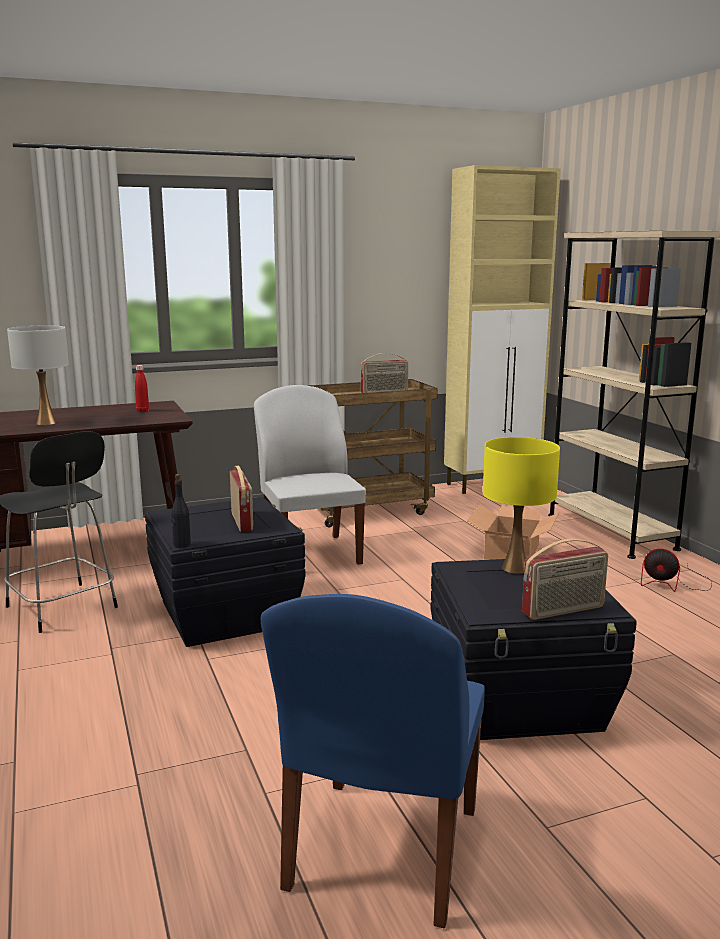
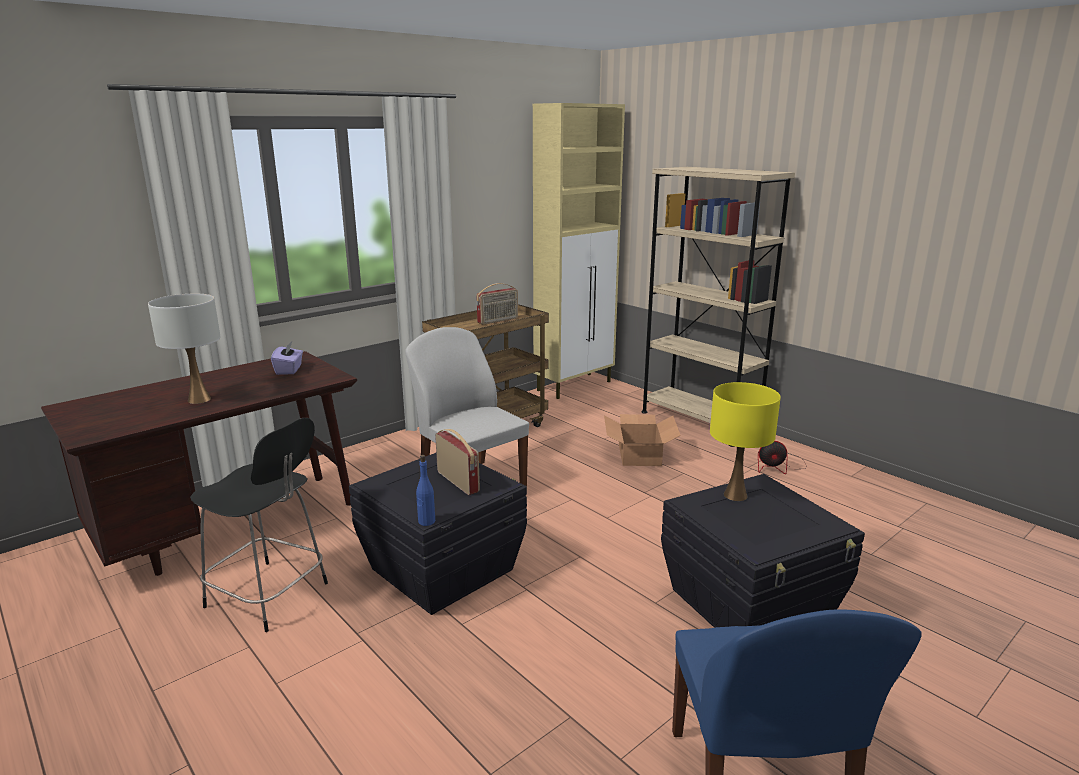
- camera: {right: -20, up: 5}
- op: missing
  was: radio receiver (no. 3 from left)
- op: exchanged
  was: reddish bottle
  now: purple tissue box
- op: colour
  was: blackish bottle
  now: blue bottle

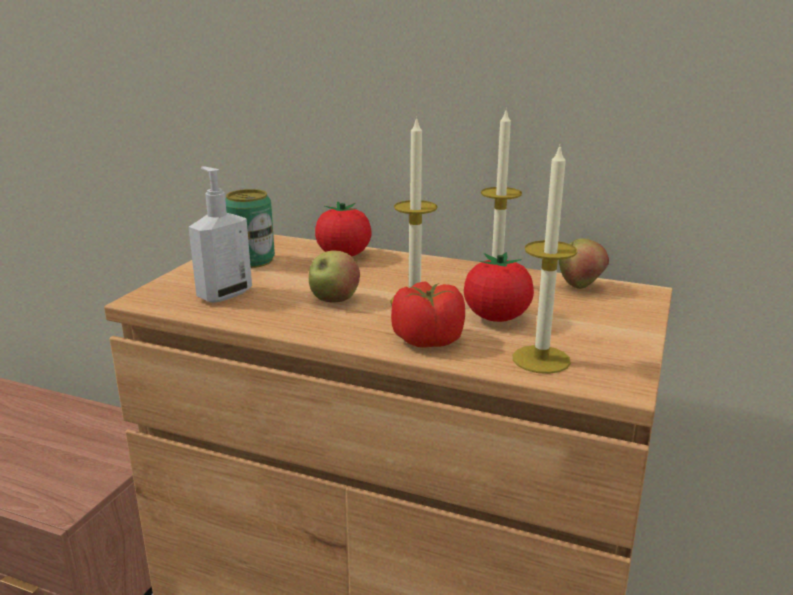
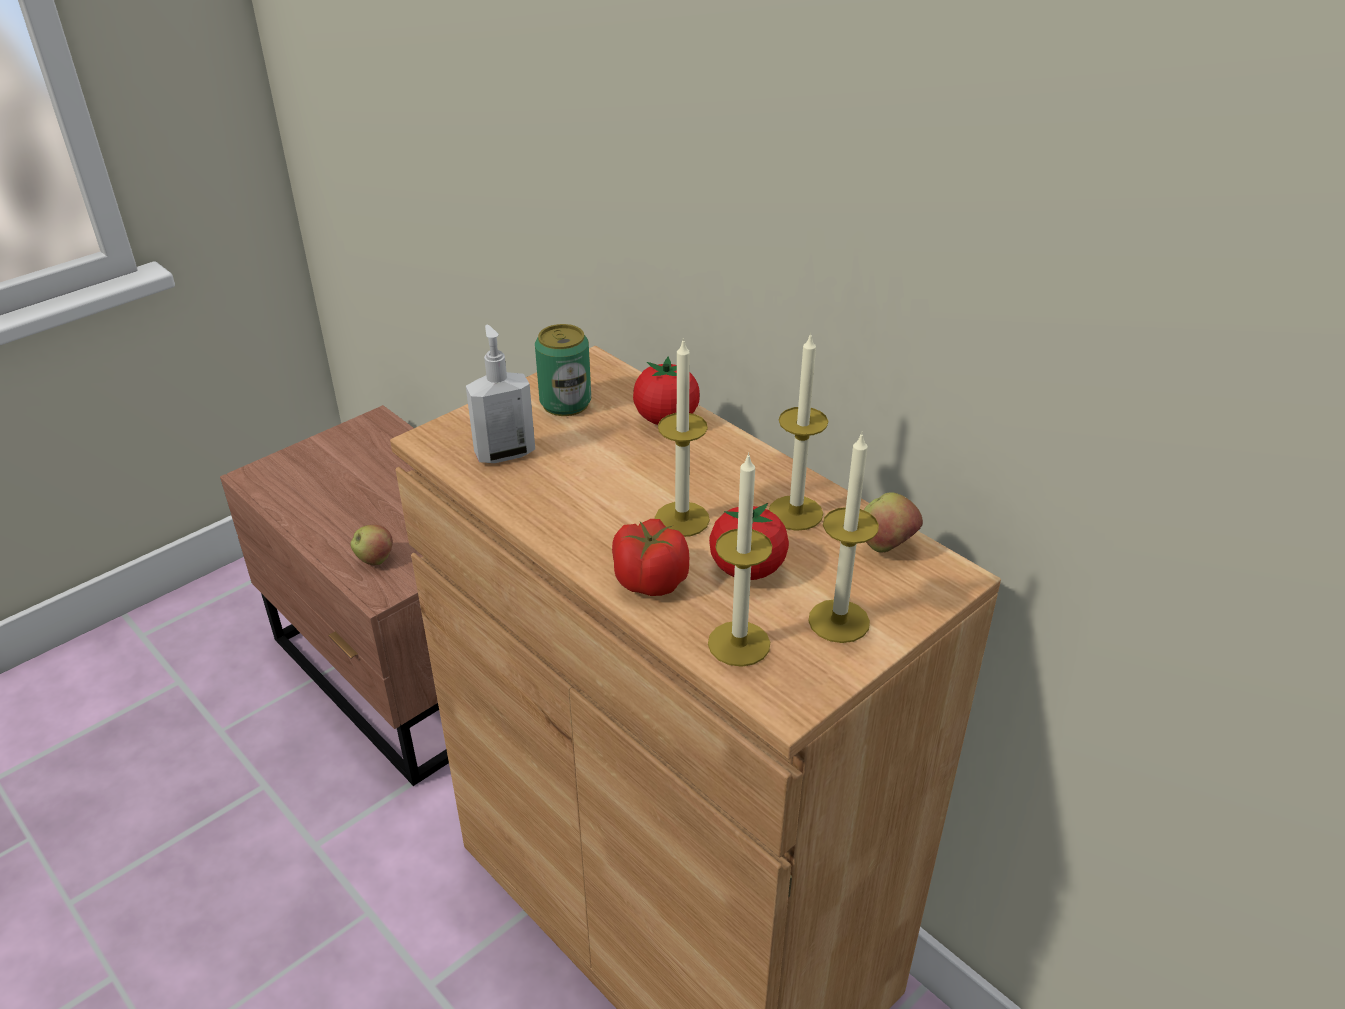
- camera: {right: 25, up: 15}
- op: appeared
  now: wax light (no. 4 from left)
- op: relocated
  was: apple (no. 1 from left)

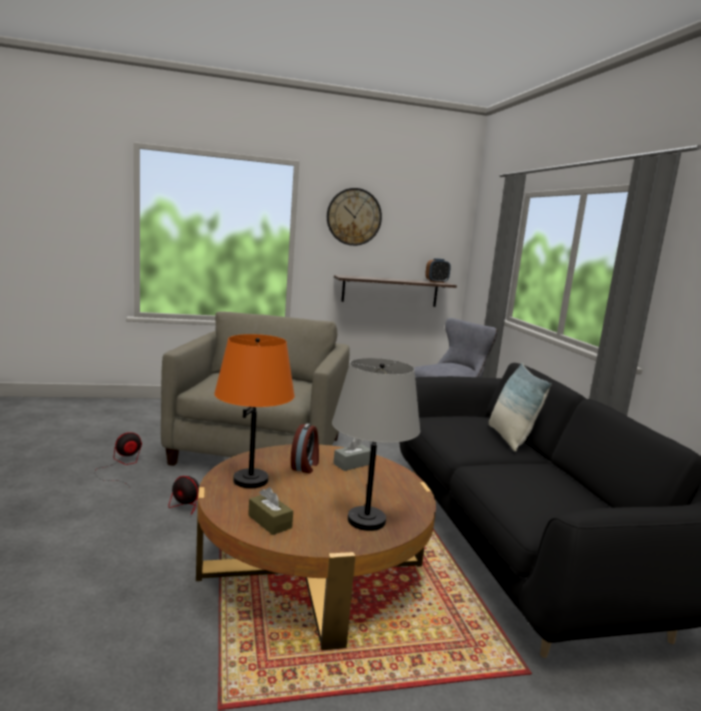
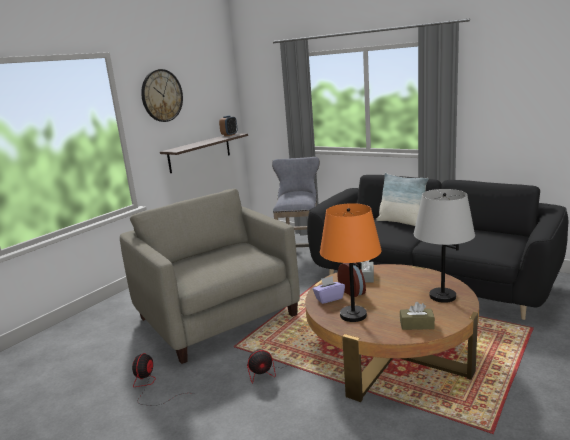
- camera: {right: -40, up: 5}
- op: appeared
  now: purple tissue box

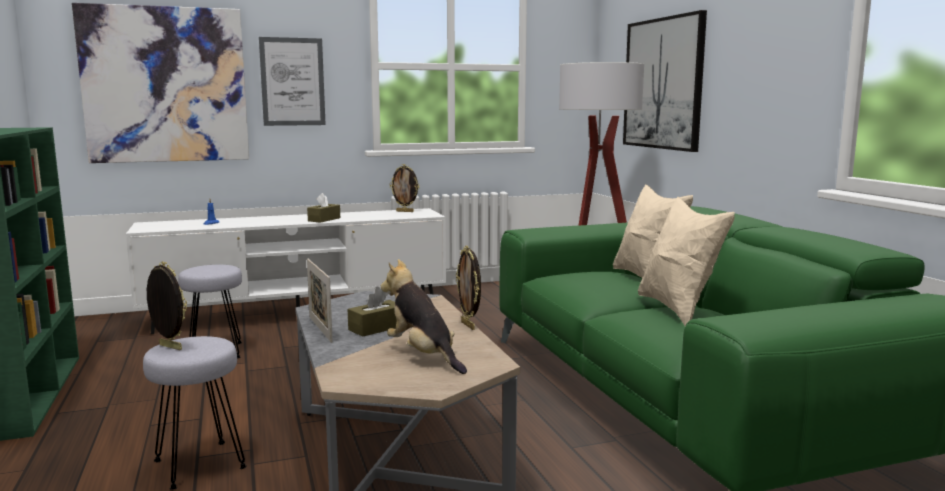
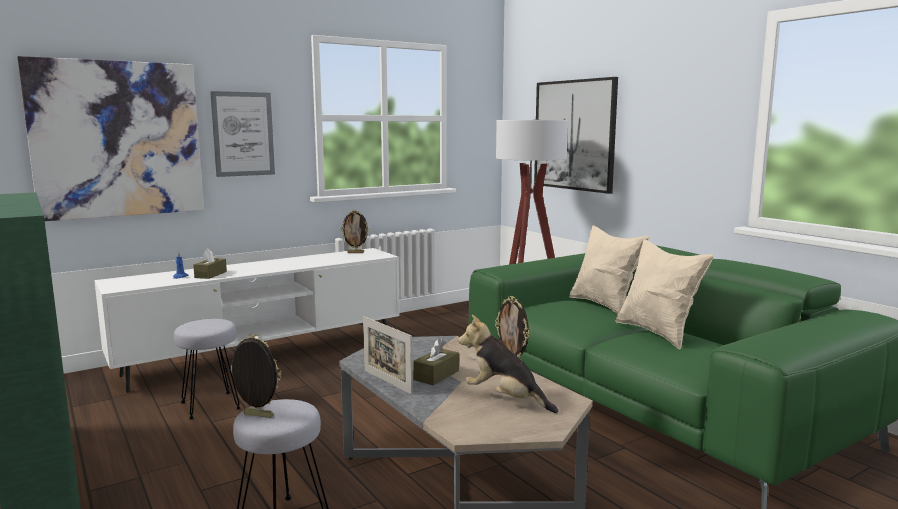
- camera: {right: -15, up: 0}
- op: relocated
  was: brown tissue box (no. 1 from left)

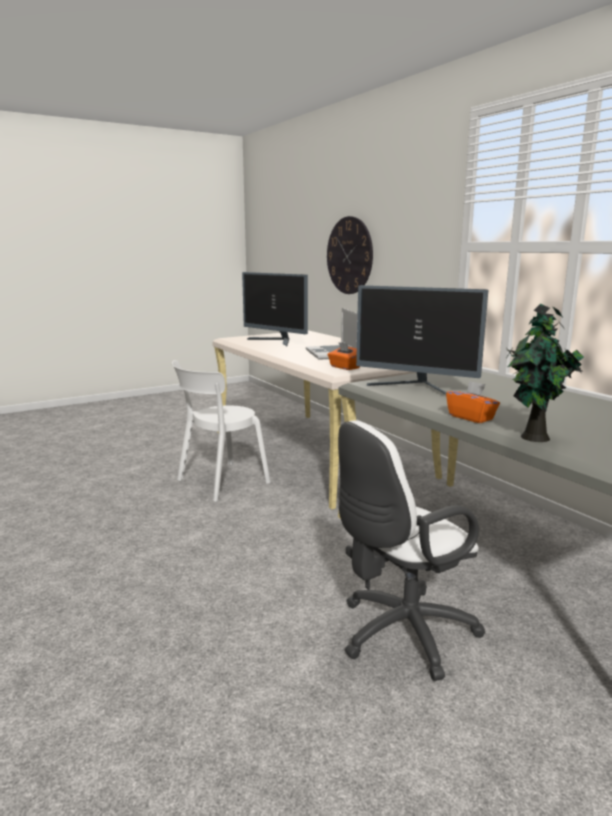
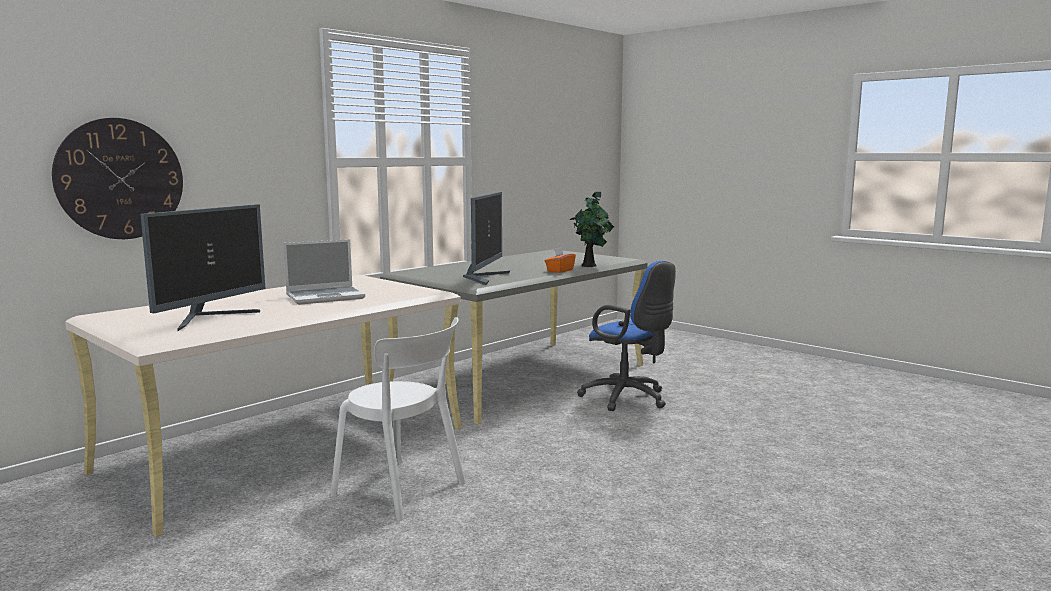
- camera: {right: -105, up: -5}
- op: missing
  was: orange tissue box (no. 1 from left)
- op: colour
  was: whitish computer chair
  now: blue computer chair

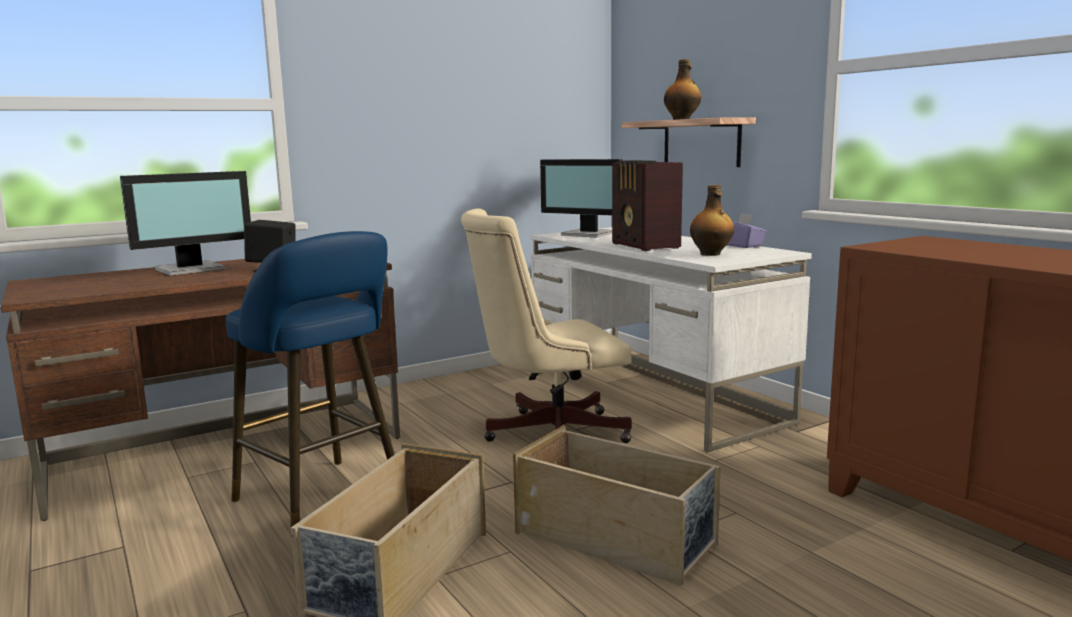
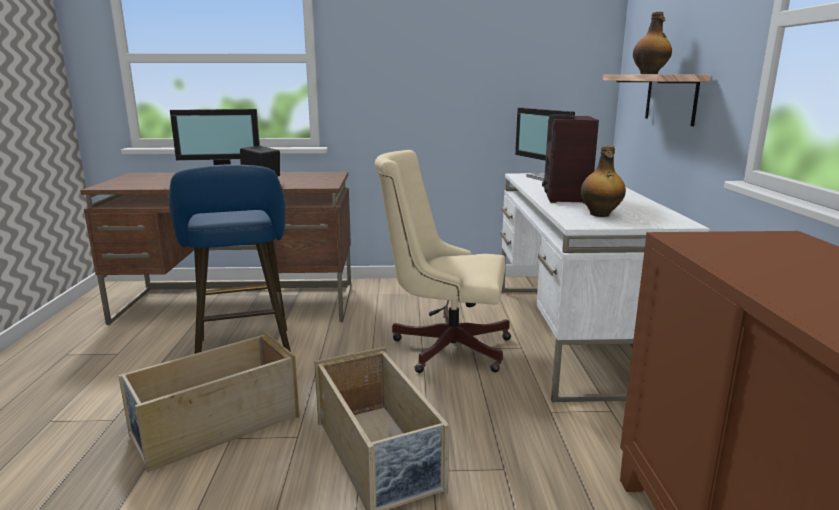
- camera: {right: 30, up: 5}
- op: missing
  was: purple tissue box

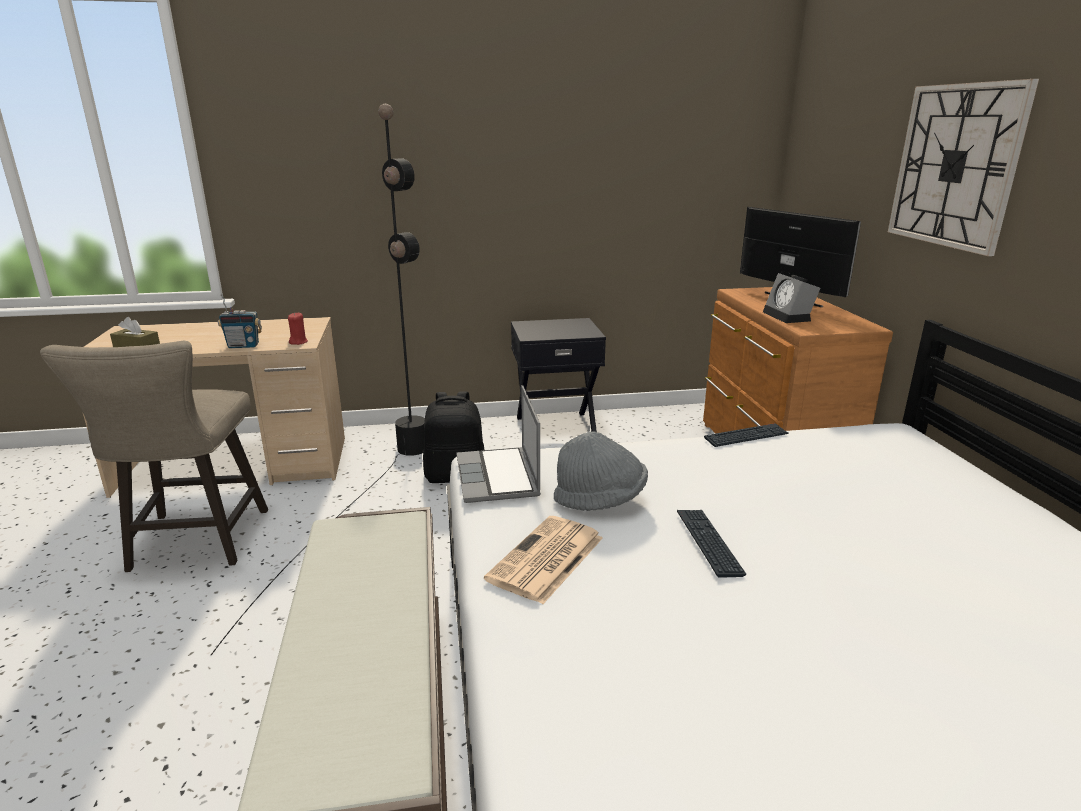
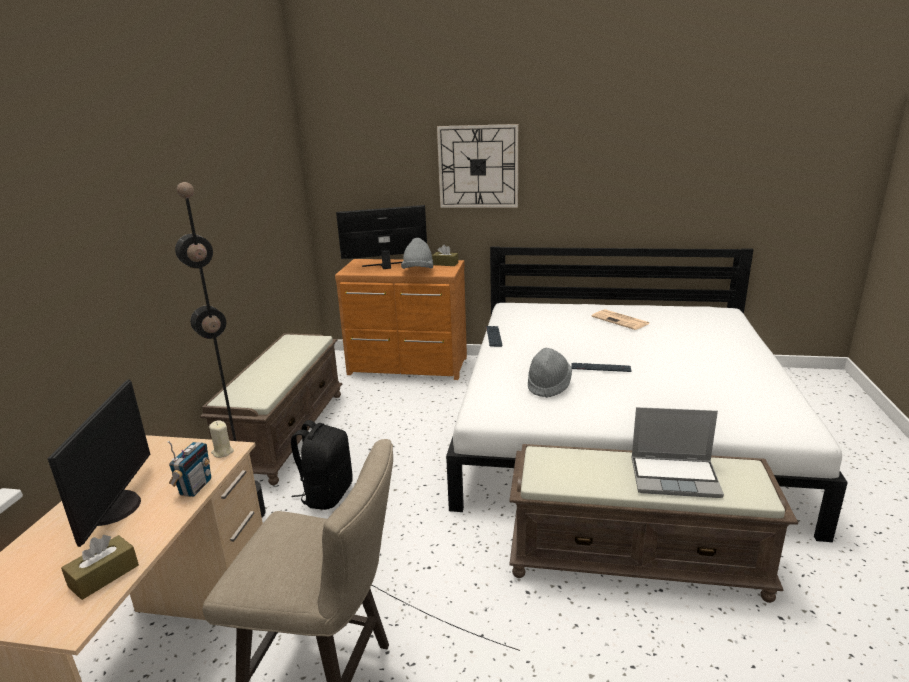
- camera: {right: -70, up: 0}
- op: appeared
  now: monitor (no. 1 from left)
- op: appeared
  now: brown tissue box (no. 2 from left)
- op: relocated
  was: notebook computer
- op: relocated
  was: newspaper
- op: exchanged
  was: blackish nightstand
  now: brown indoor bench (no. 1 from left)
- op: exchanged
  was: bedside clock
  now: gray hat (no. 1 from left)
- op: colour
  was: reddish wax light
  now: beige wax light

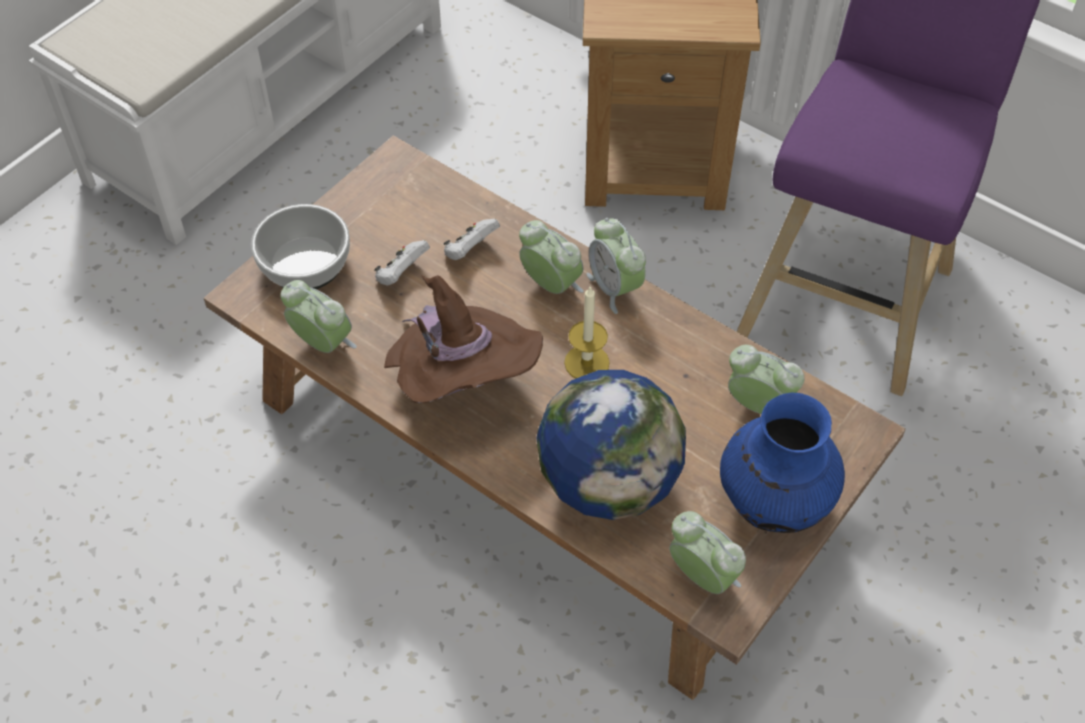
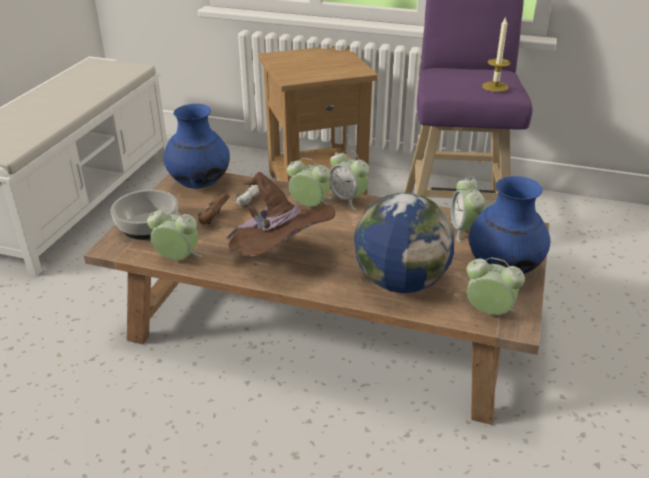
- camera: {right: -20, up: -20}
- op: appeared
  now: blue flower vase (no. 1 from left)
- op: relocated
  was: wax light
- op: colour
  was: whitish gamepad (no. 1 from left)
  now: brown gamepad
- op: spun
  was: bedside clock (no. 5 from left in the first image)
  clockwise: -105

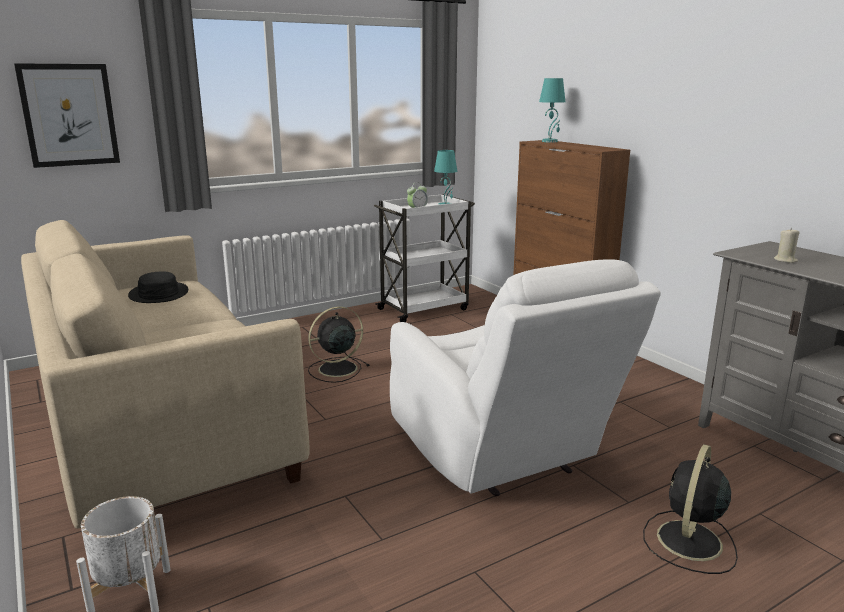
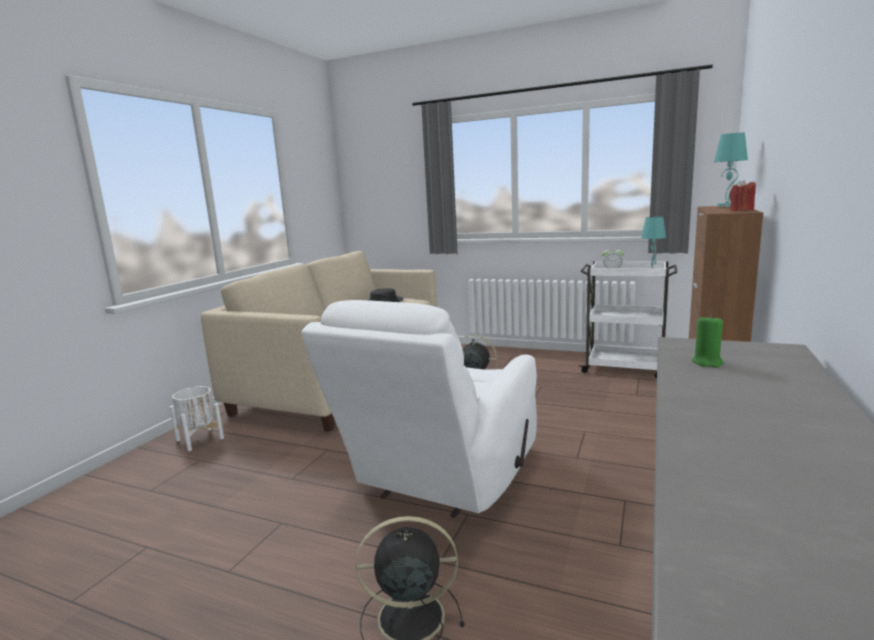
- camera: {right: 55, up: -5}
- op: missing
  was: wall picture
- op: appeared
  now: reddish wax light
- op: colour
  was: beige wax light
  now: green wax light

